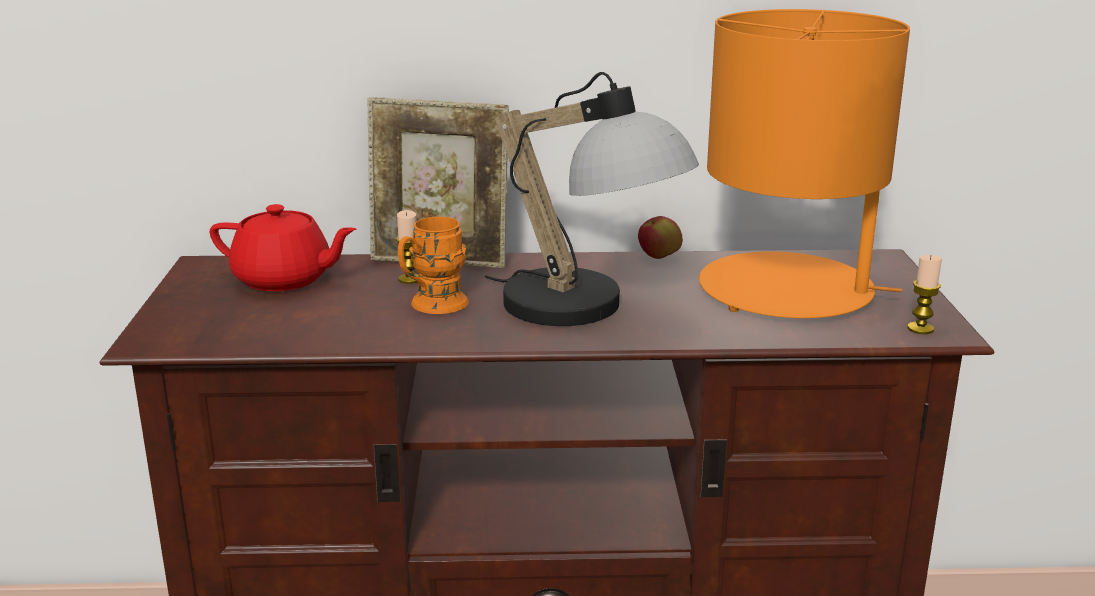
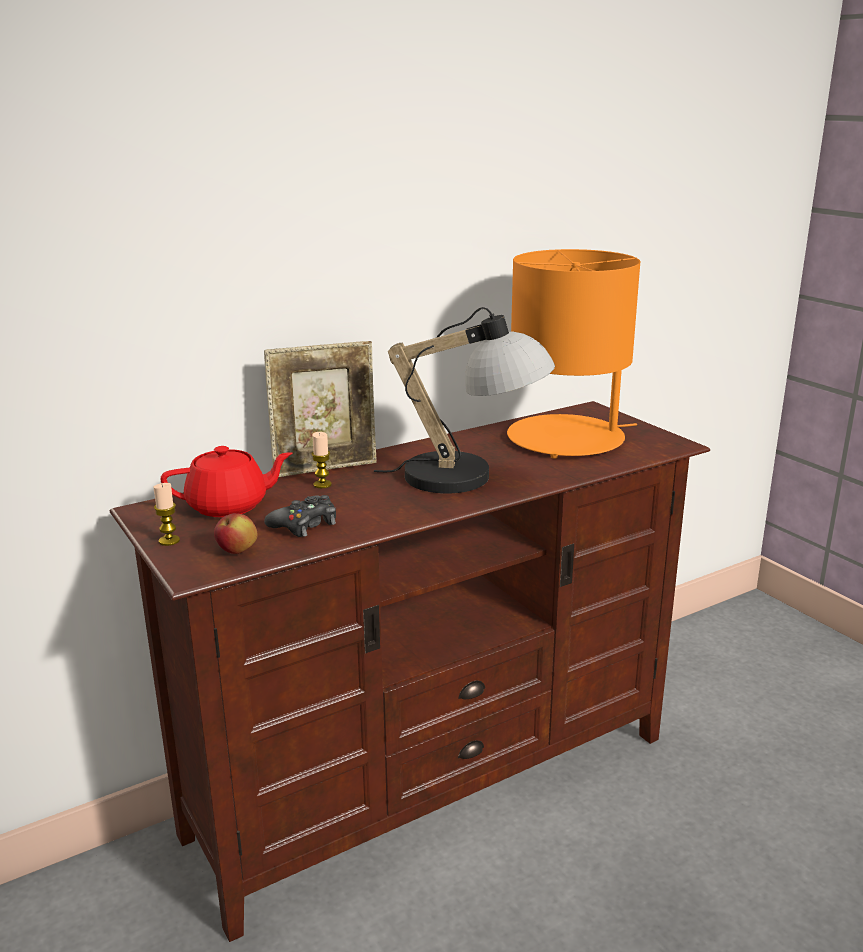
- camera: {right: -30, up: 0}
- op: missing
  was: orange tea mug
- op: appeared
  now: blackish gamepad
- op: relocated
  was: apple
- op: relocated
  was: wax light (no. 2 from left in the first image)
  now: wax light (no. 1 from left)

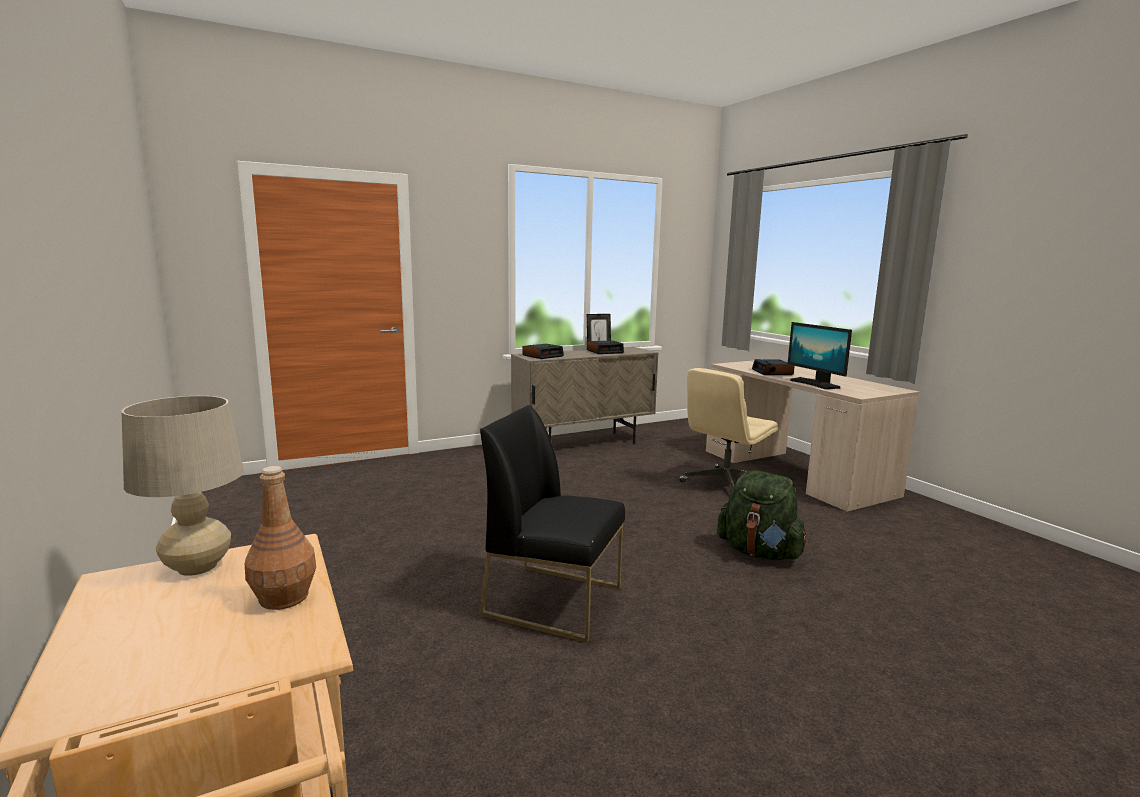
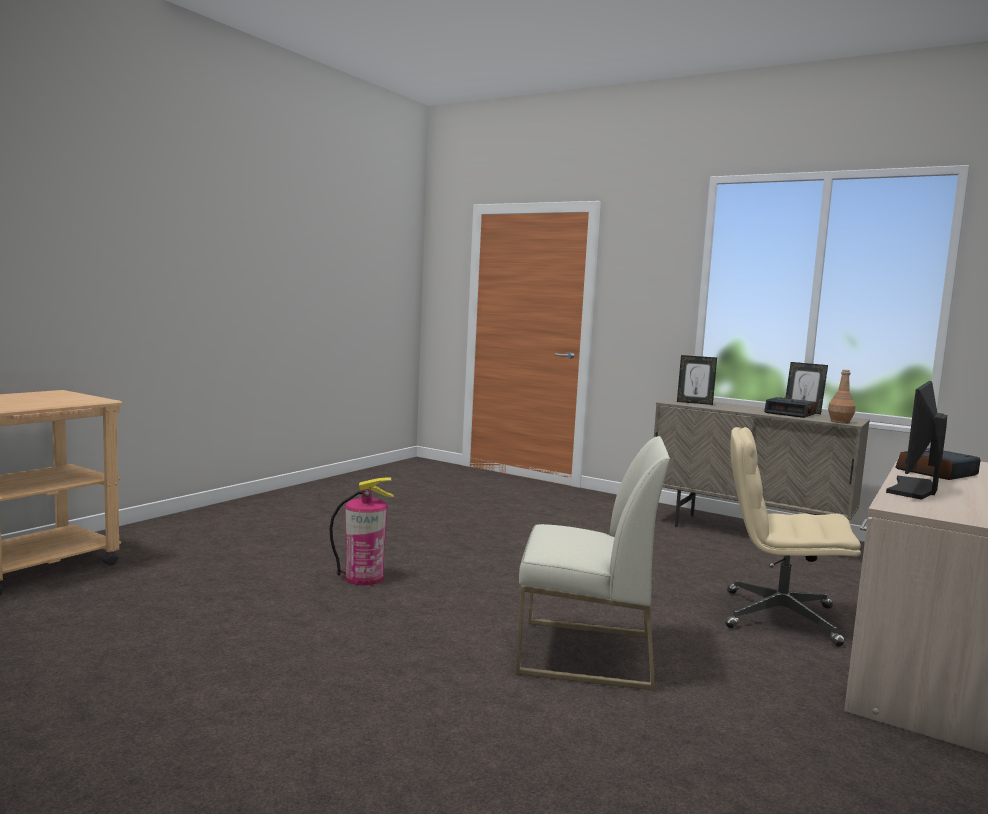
- camera: {right: 60, up: -5}
- op: missing
  was: beige tabletop lamp
- op: relocated
  was: brown bottle
- op: exchanged
  was: blackish upright chair
  now: fire-fighting cylinder
- op: exchanged
  was: bedside clock (no. 1 from left)
  now: photo frame (no. 1 from left)
- op: exchanged
  was: green knapsack
  now: whitish upright chair

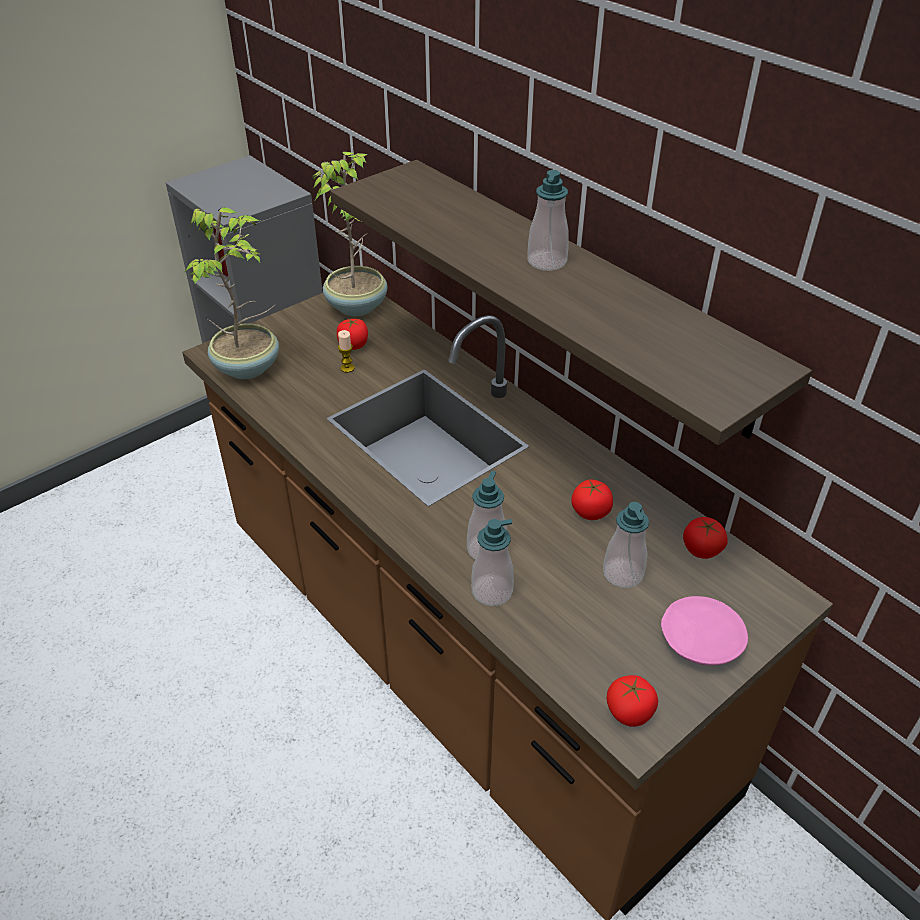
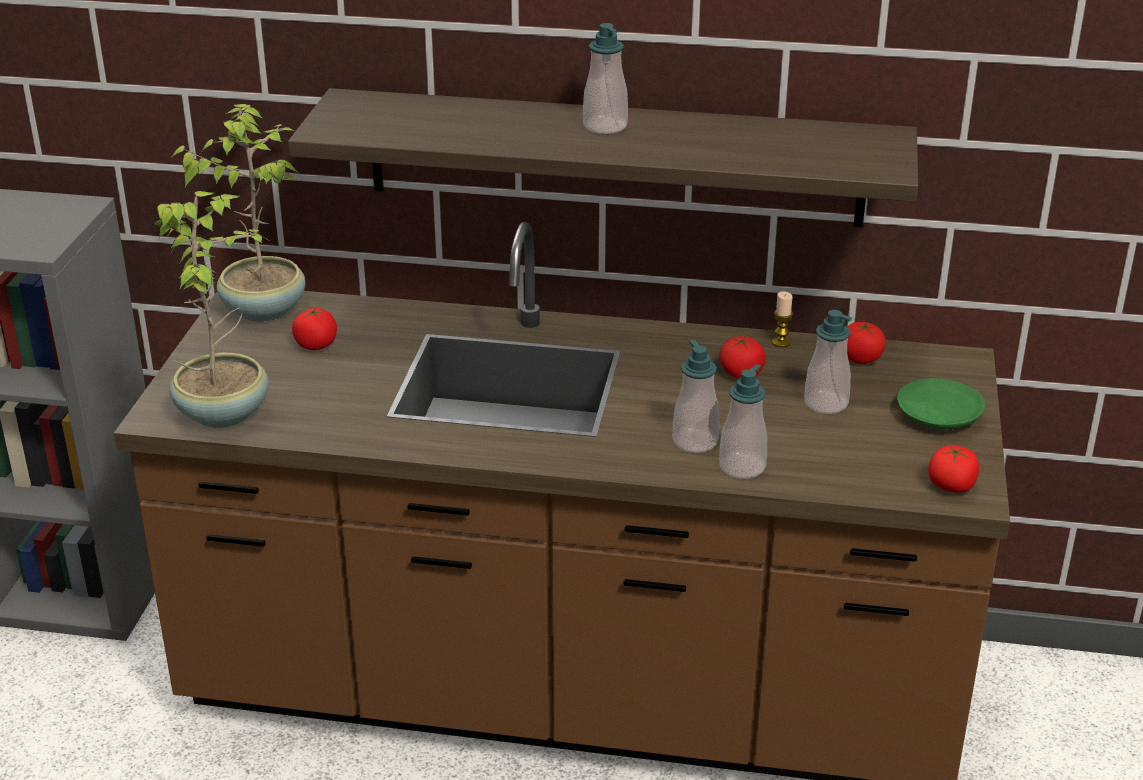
- camera: {right: -40, up: -10}
- op: relocated
  was: wax light
- op: colour
  was: pinkish flat dish
  now: green flat dish

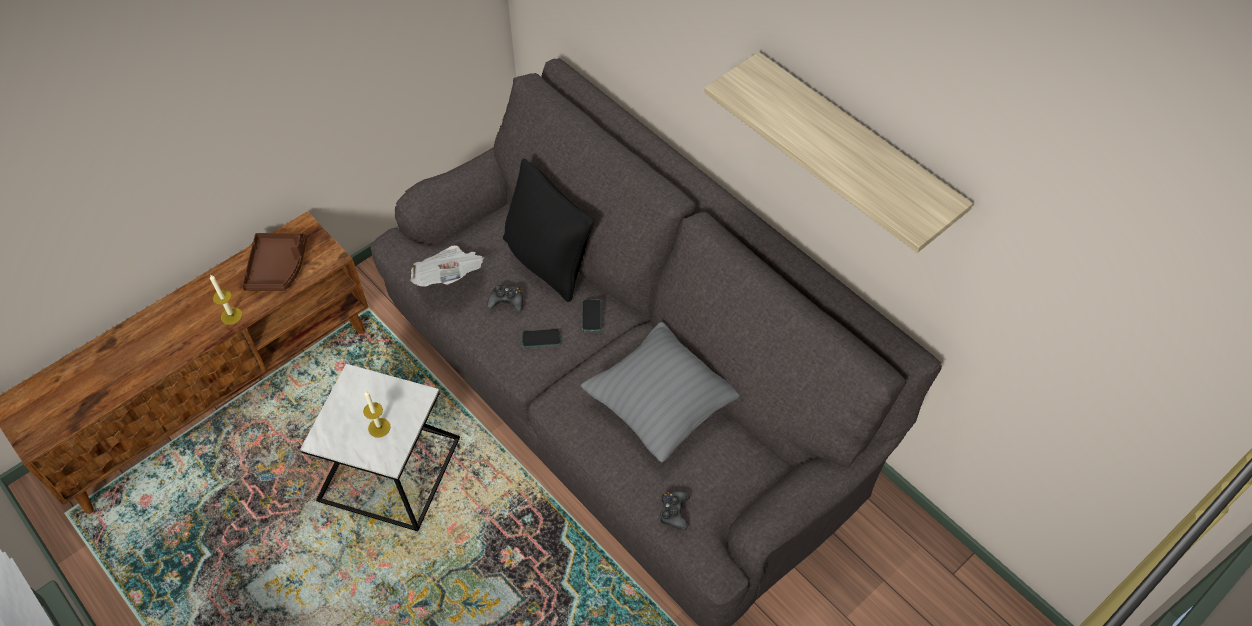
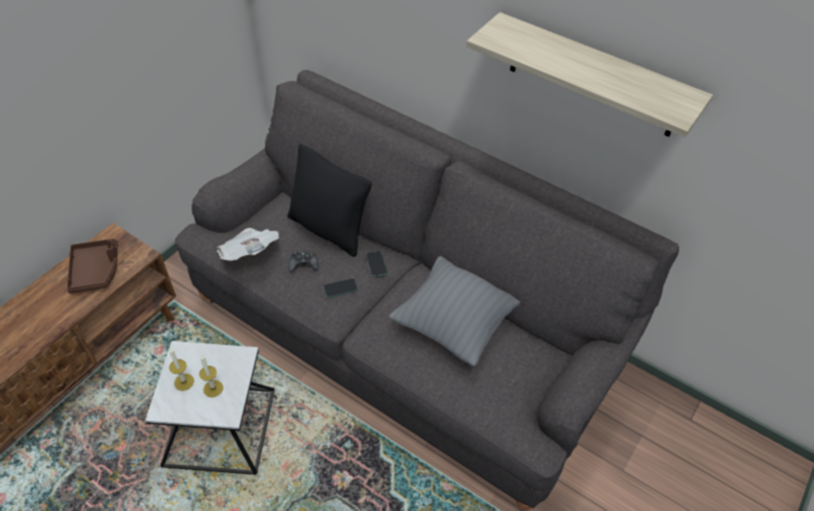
- camera: {right: -15, up: -5}
- op: missing
  was: blackish gamepad (no. 2 from left)
- op: relocated
  was: wax light (no. 1 from left)

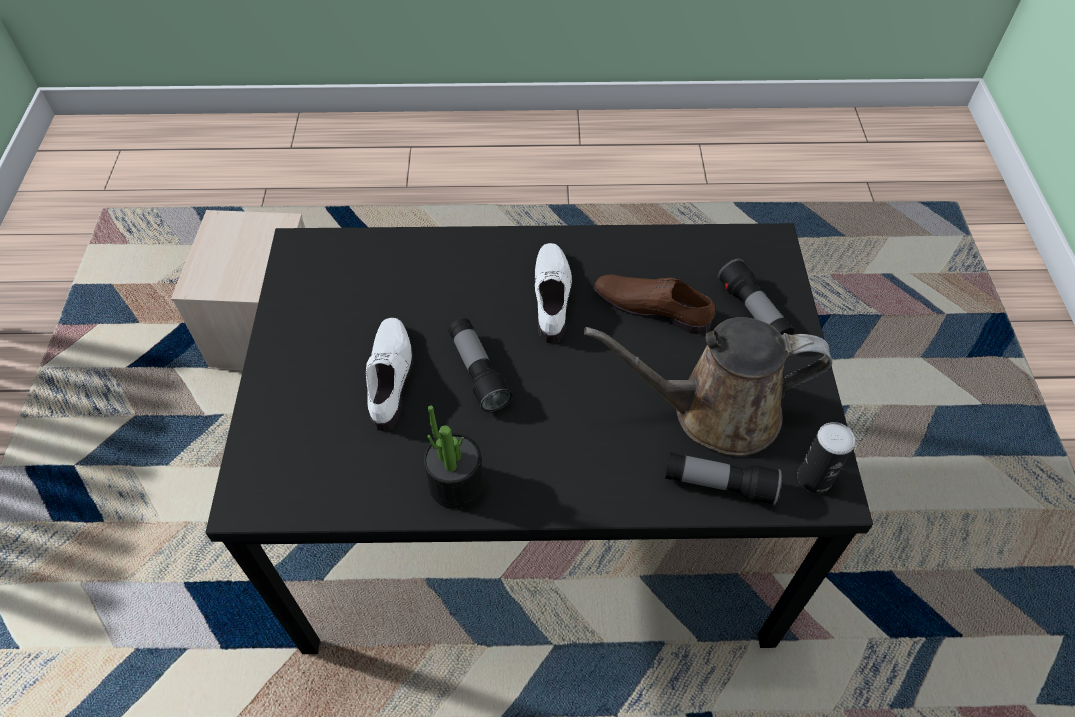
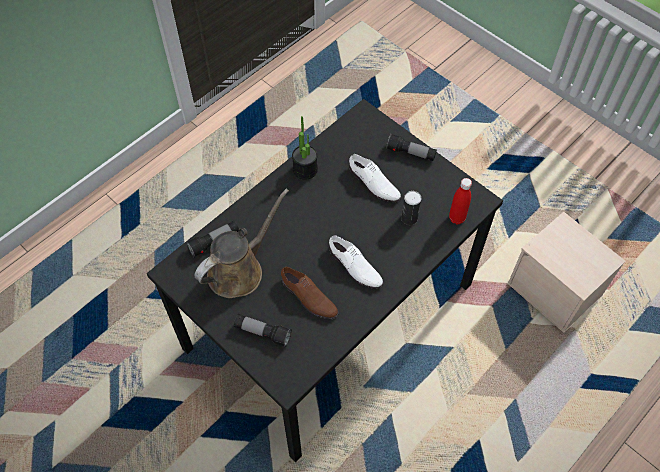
- camera: {right: 135, up: 5}
- op: appeared
  now: reddish bottle
- op: relocated
  was: flashlight (no. 1 from left in the first image)
  now: flashlight (no. 3 from left)
- op: relocated
  was: can
- op: spun
  was: brown item of footwear
  clockwise: 60

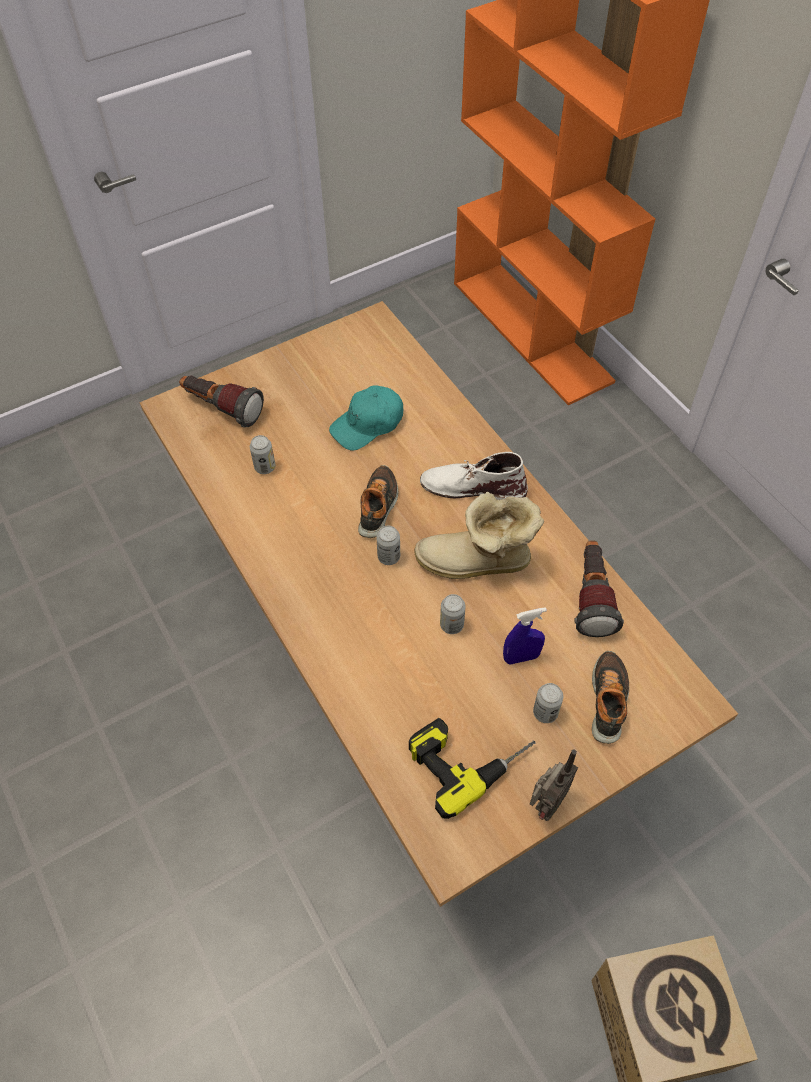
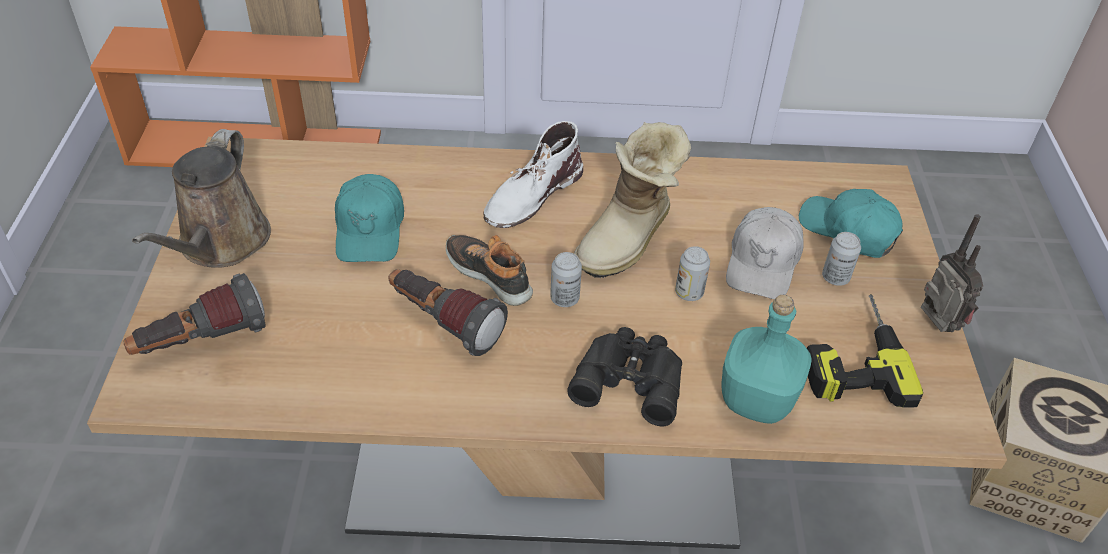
- camera: {right: -60, up: -10}
- op: missing
  was: can (no. 1 from left)
- op: appeared
  now: brown watering can
- op: appeared
  now: blackish pair of binoculars
- op: appeared
  now: blue-green bottle
- op: relocated
  was: flashlight (no. 2 from left)
- op: exchanged
  was: blue spray bottle
  now: whitish baseball cap
- op: exchanged
  was: item of footwear (no. 2 from left)
  now: blue-green baseball cap (no. 2 from left)

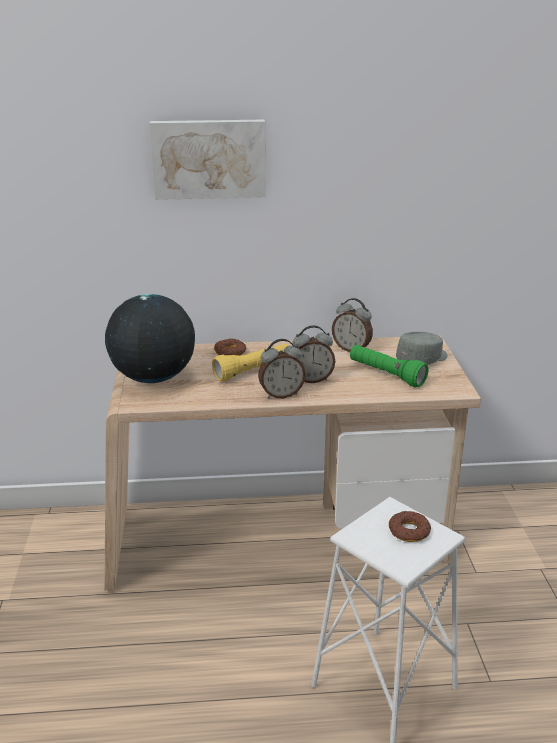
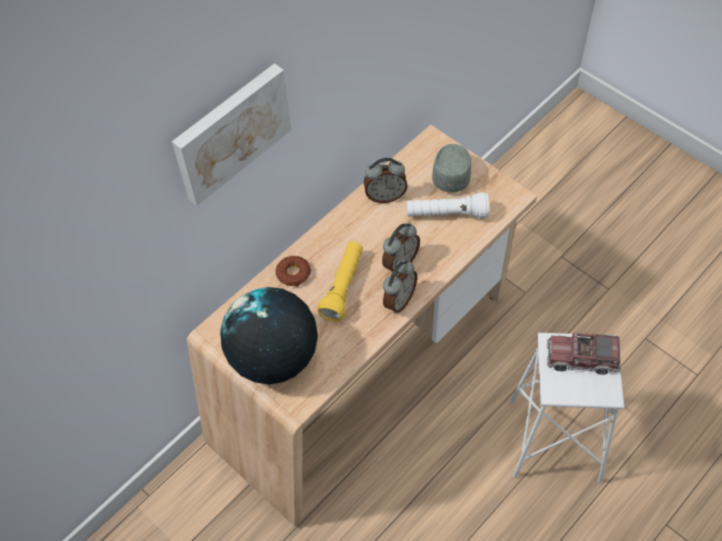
- camera: {right: -40, up: 30}
- op: exchanged
  was: ring doughnut (no. 2 from left)
  now: model truck
- op: colour
  was: green flashlight
  now: whitish flashlight

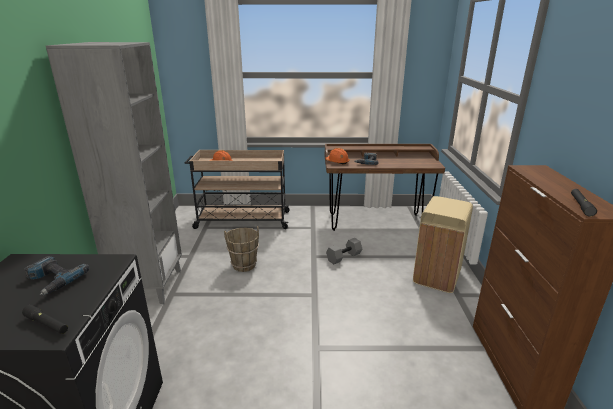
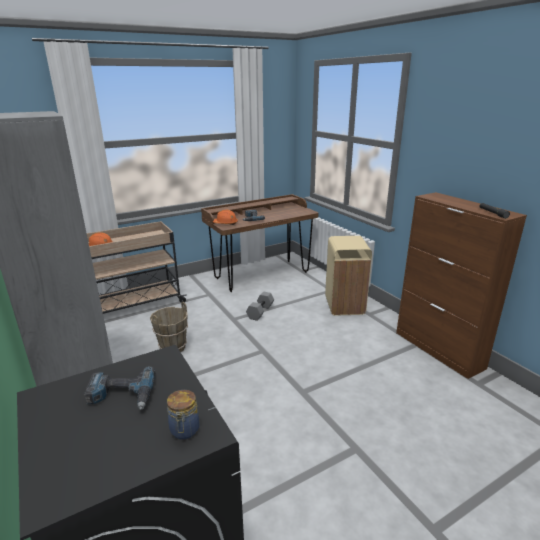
- camera: {right: -30, up: 0}
- op: exchanged
  was: blackish flashlight (no. 1 from left)
  now: storage jar

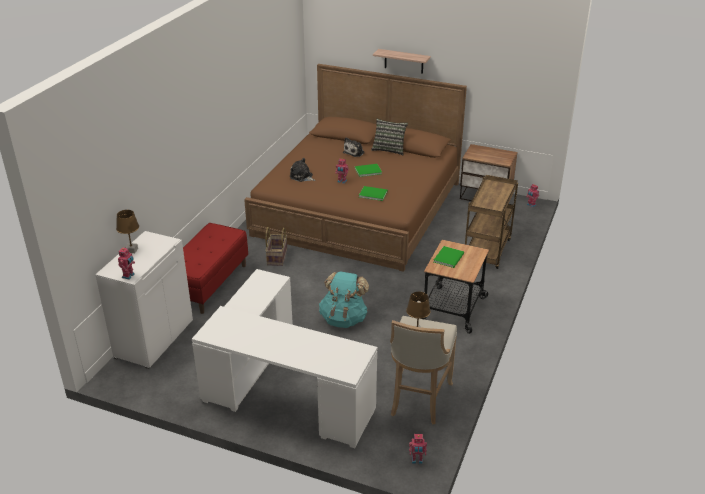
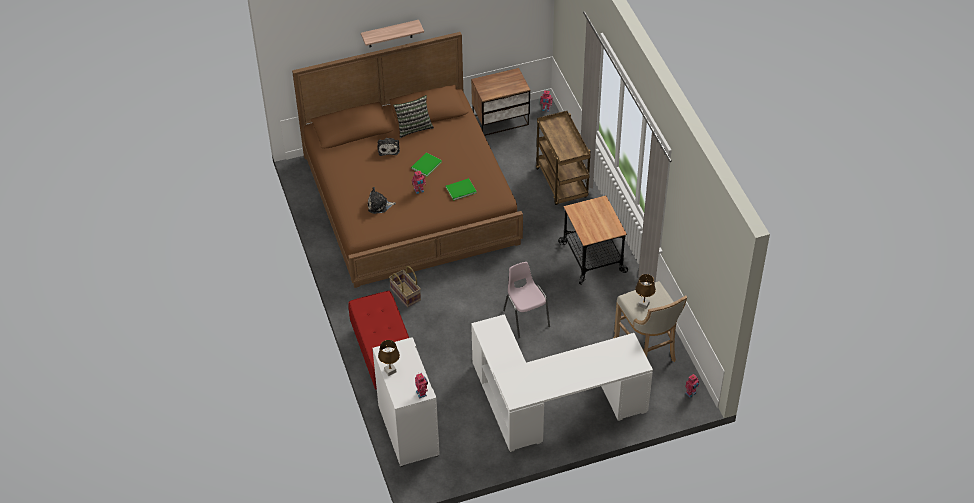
- camera: {right: -40, up: 15}
- op: missing
  was: green volume (no. 3 from left)
- op: exchanged
  was: blue-green knapsack
  now: pinkish upright chair

